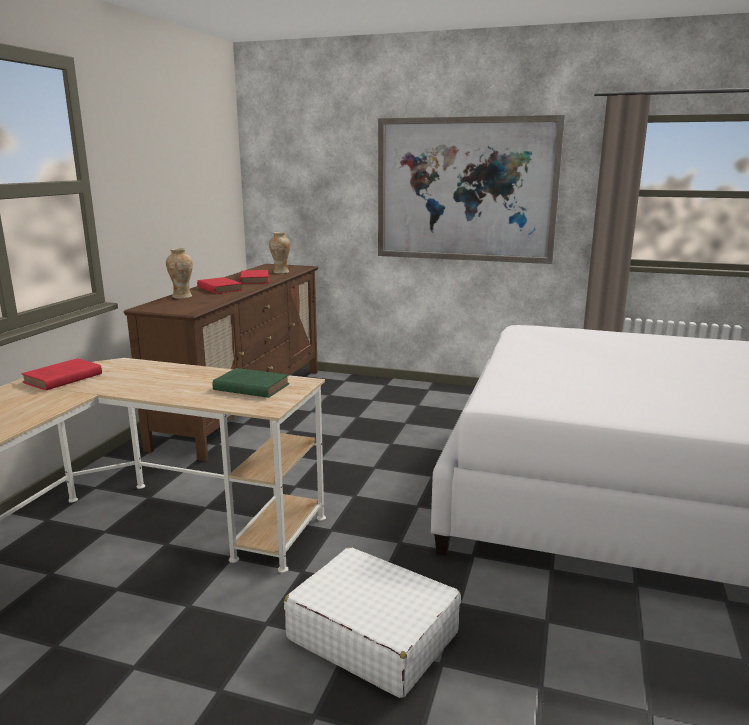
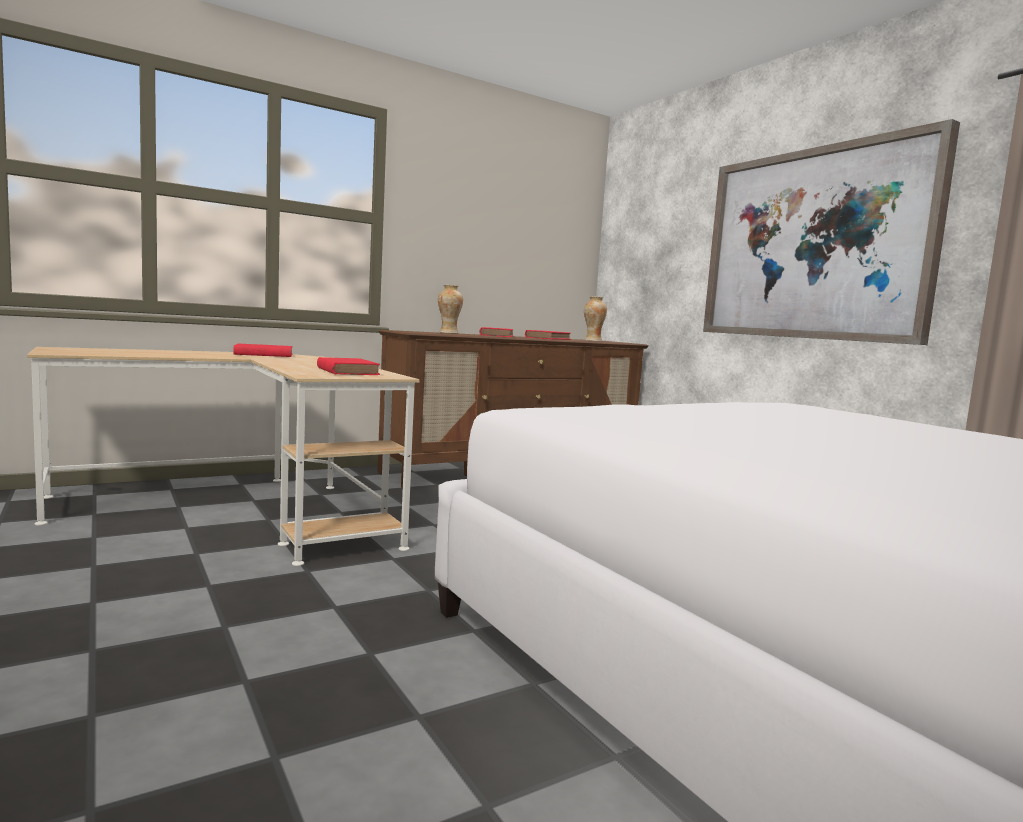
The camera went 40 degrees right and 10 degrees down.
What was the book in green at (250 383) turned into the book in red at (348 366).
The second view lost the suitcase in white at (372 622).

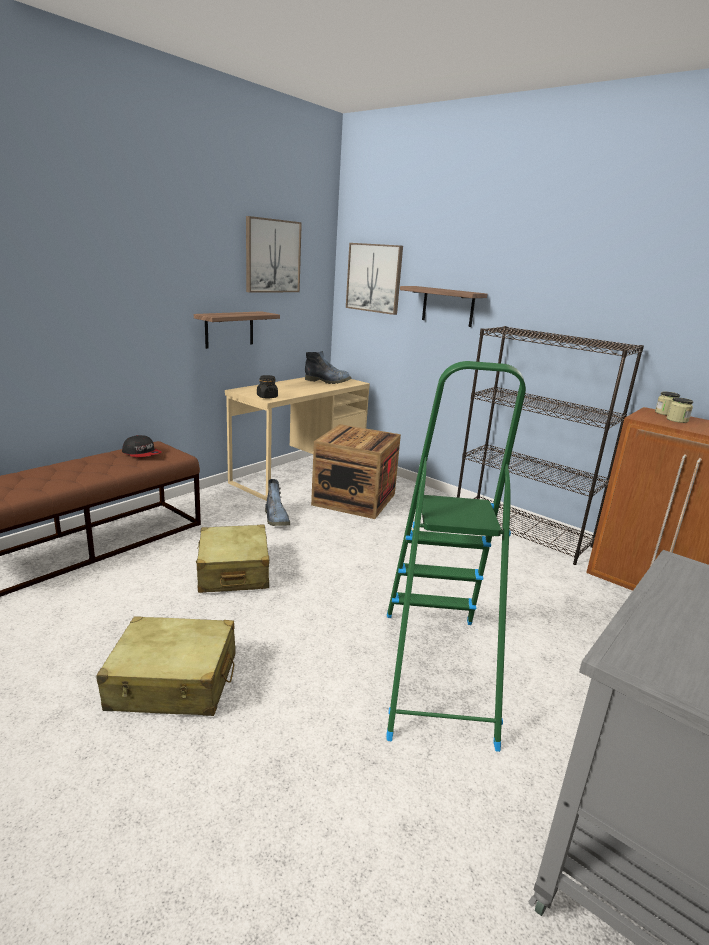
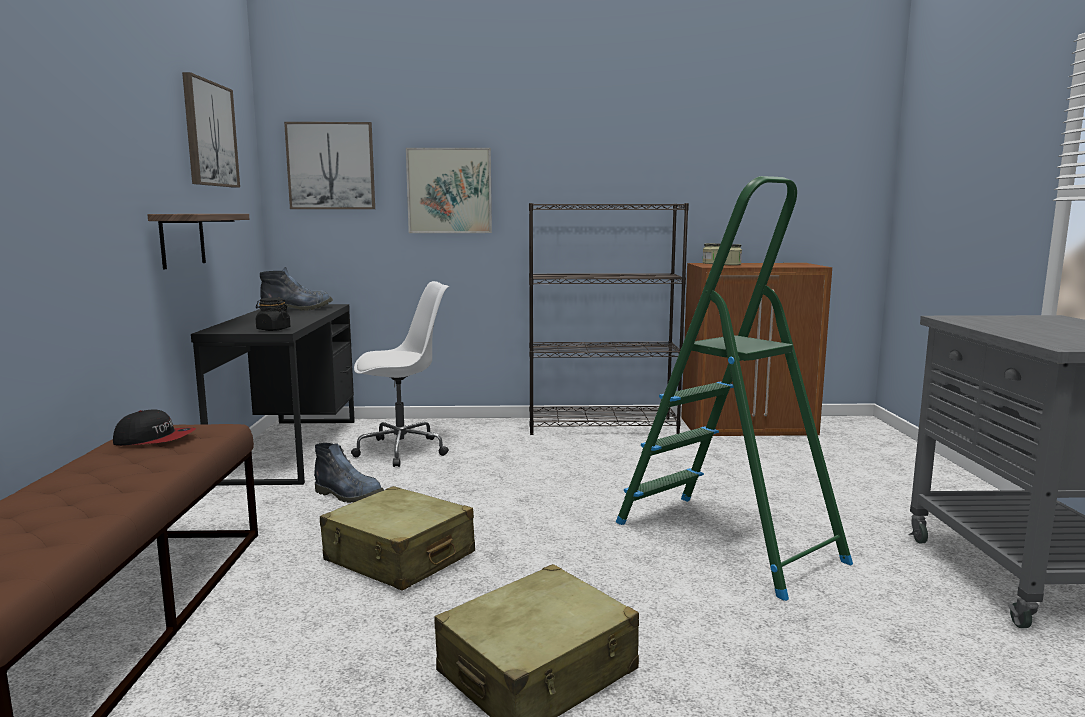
The camera went 40 degrees left and 10 degrees down.
Where the shelf hung at (443 306), the picture came to hang at (449 190).
What was the desk in beige at (297 439) turned into the desk in black at (273 394).
Where the crate stood at (356 471), the office chair in white came to stand at (400 374).

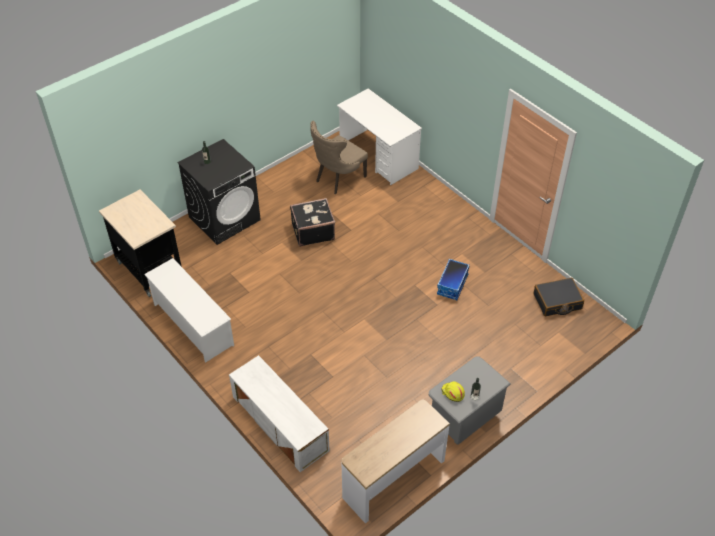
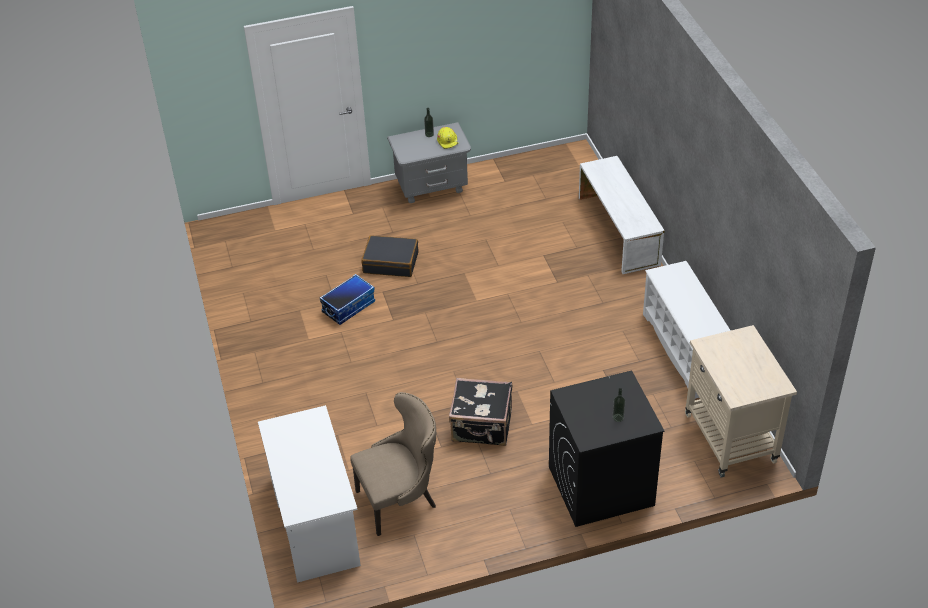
The camera went 155 degrees left and 5 degrees down.
What was the cart in black at (140 243) turned into the cart in beige at (741 401).
The suitcase in black ended up elsewhere, having gone from (558 297) to (389 256).
The second view lost the console table at (395 462).

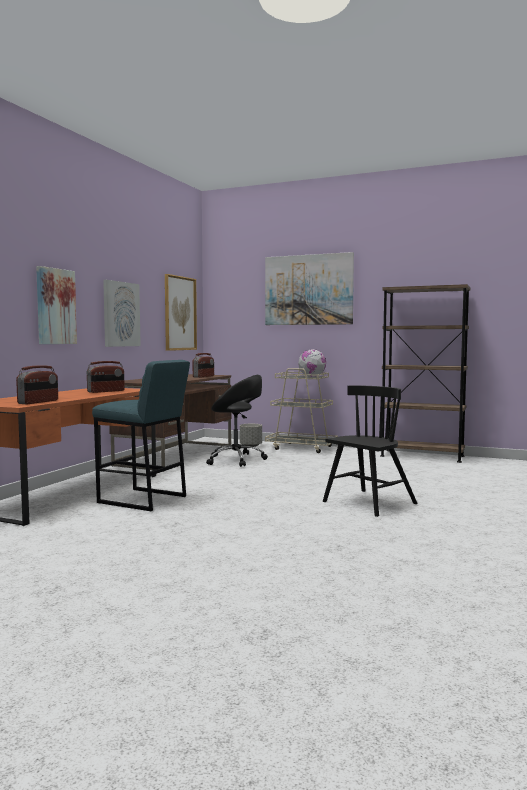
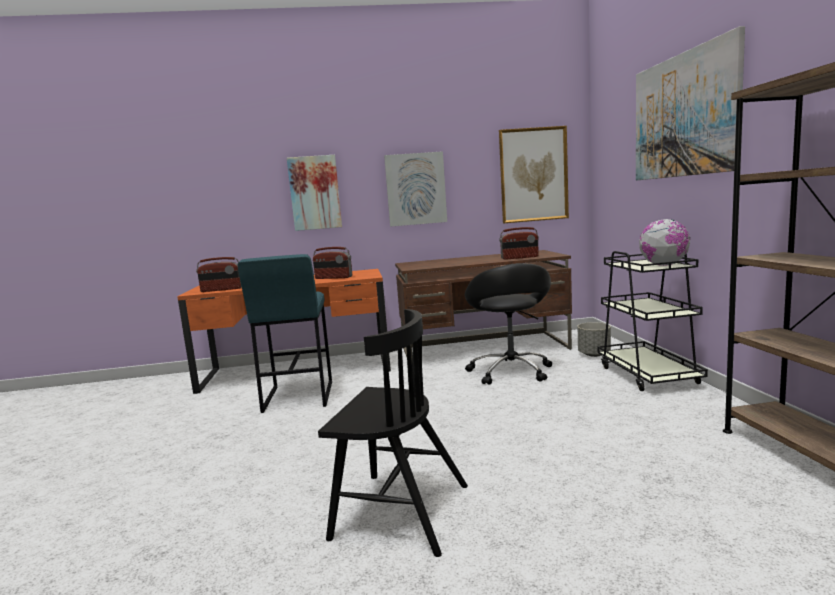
The camera went 60 degrees right and 5 degrees up.
What was the cart in beige at (301 410) turned into the cart in black at (652 321).

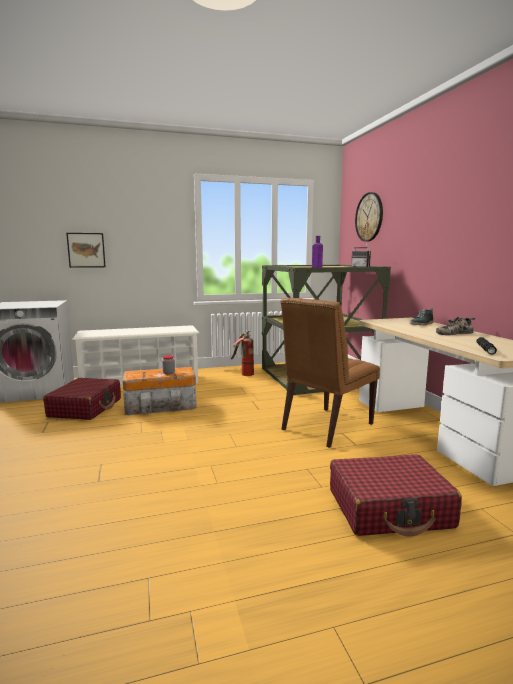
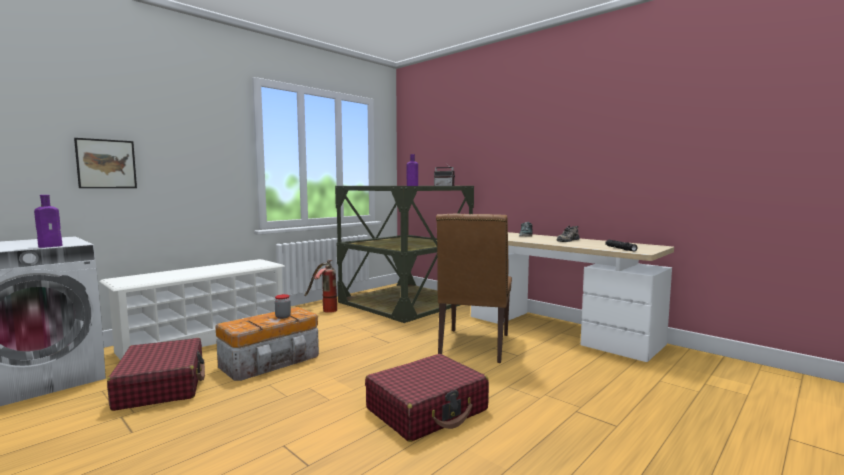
The camera went 30 degrees left and 5 degrees down.
The second view lost the wall clock at (369 217).
The suitcase in red ended up elsewhere, having gone from (396 495) to (427 398).
The second view gained the bottle in purple at (48 221).

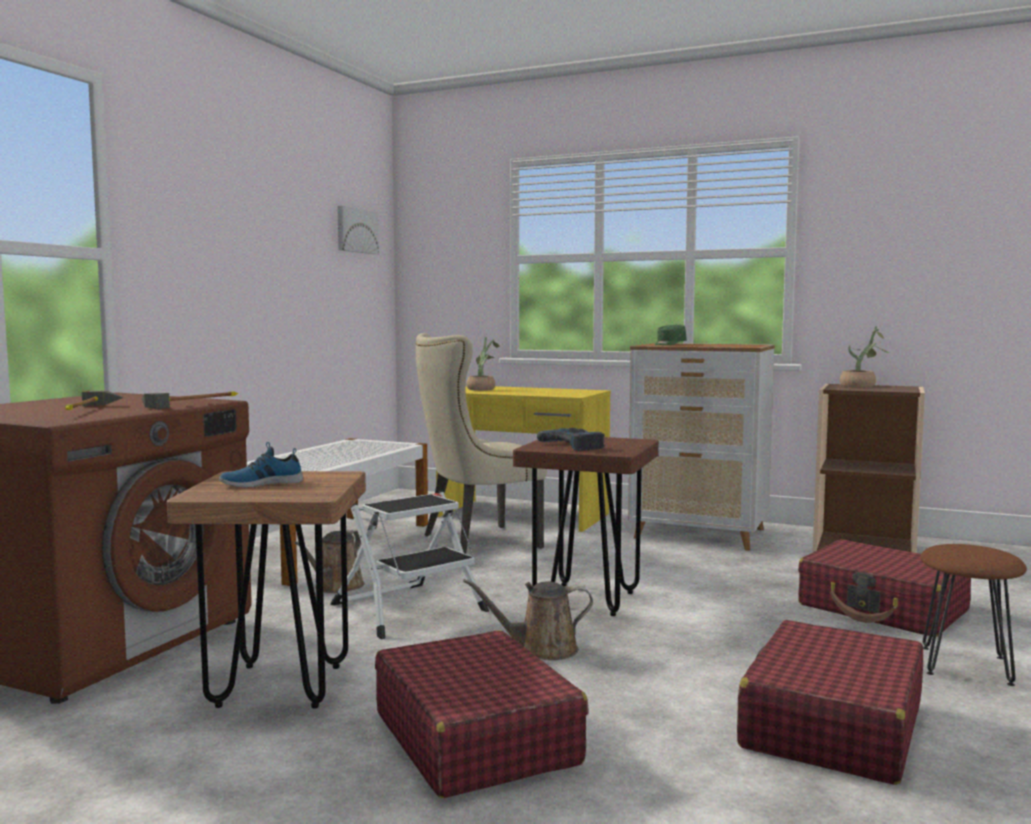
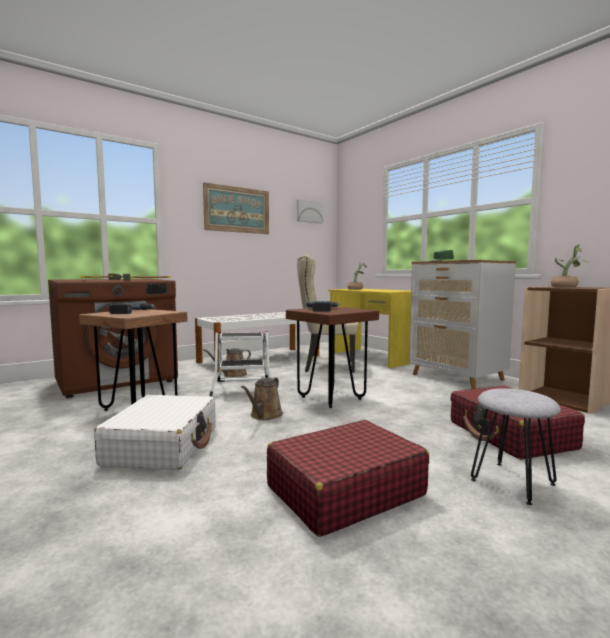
The camera went 30 degrees right and 0 degrees up.
Where the shoe stood at (261 464), the power drill came to stand at (132 308).
What was the stool in brown at (973 615) turned into the stool in grey at (516 446).
The watering can in brown at (528 619) ended up facing another way, 90 degrees counterclockwise from before.
What was the suitcase in red at (482 714) turned into the suitcase in white at (155 432).
The second view gained the picture at (236 208).

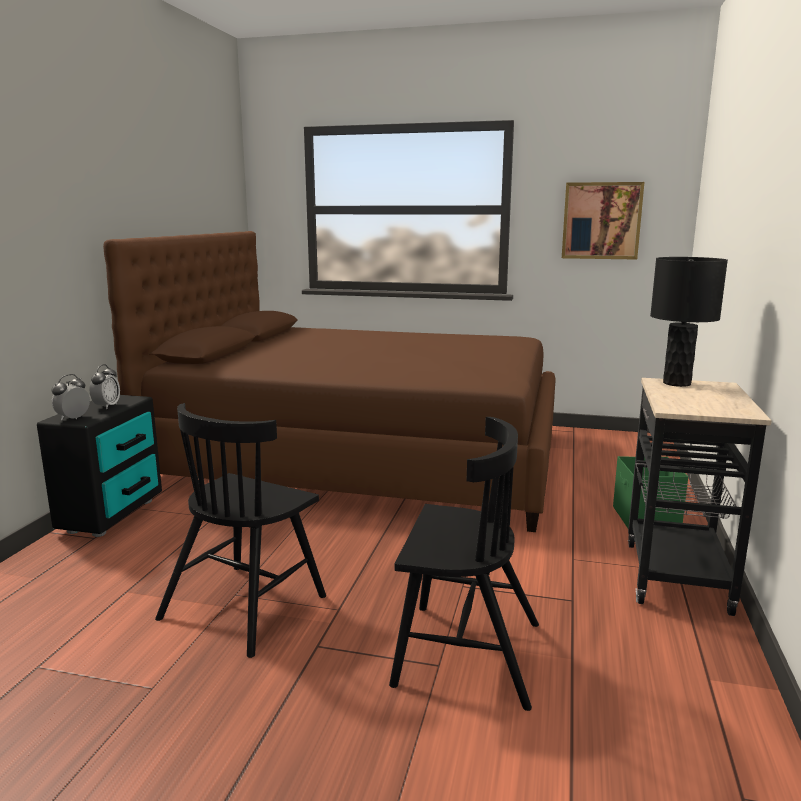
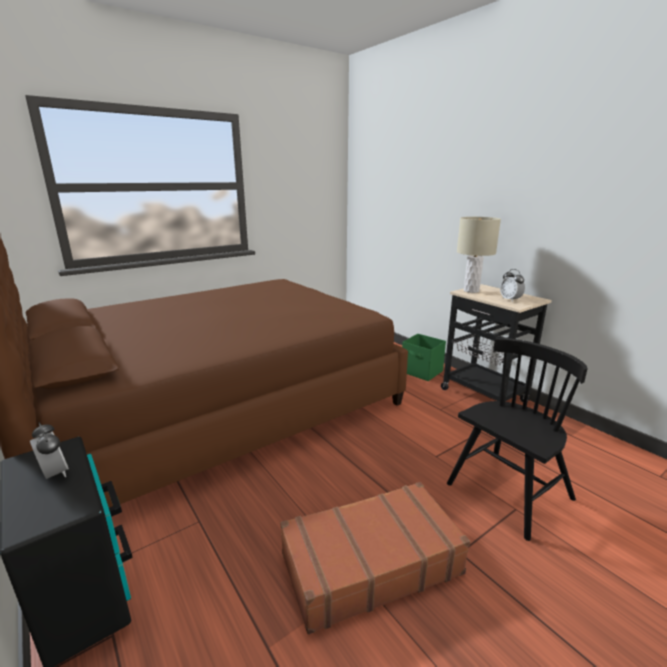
The camera went 50 degrees left and 5 degrees up.
The second view lost the picture at (603 221).
What was the table lamp in black at (689 322) turned into the table lamp in beige at (479 255).
The alarm clock ended up elsewhere, having gone from (70 397) to (512 285).
Where the chair in black stood at (240 530), the suitcase in brown came to stand at (375 558).

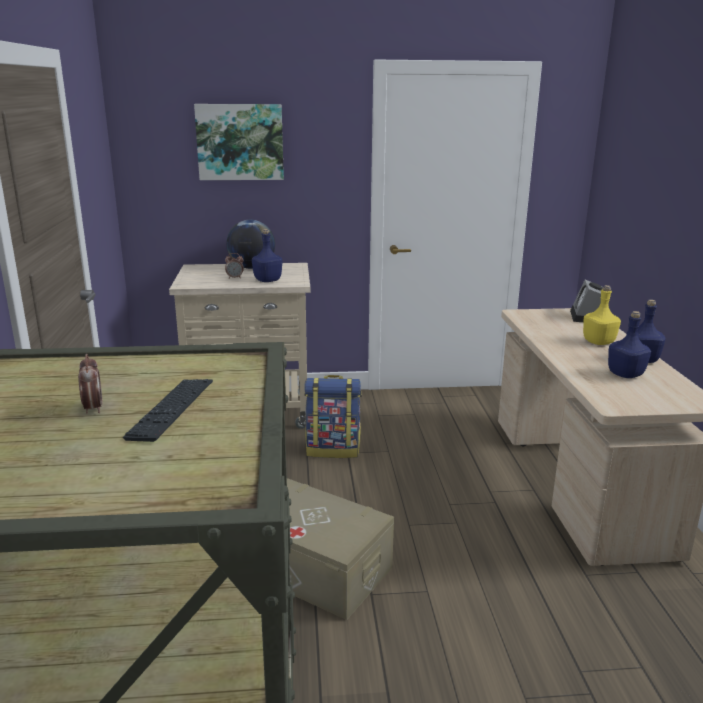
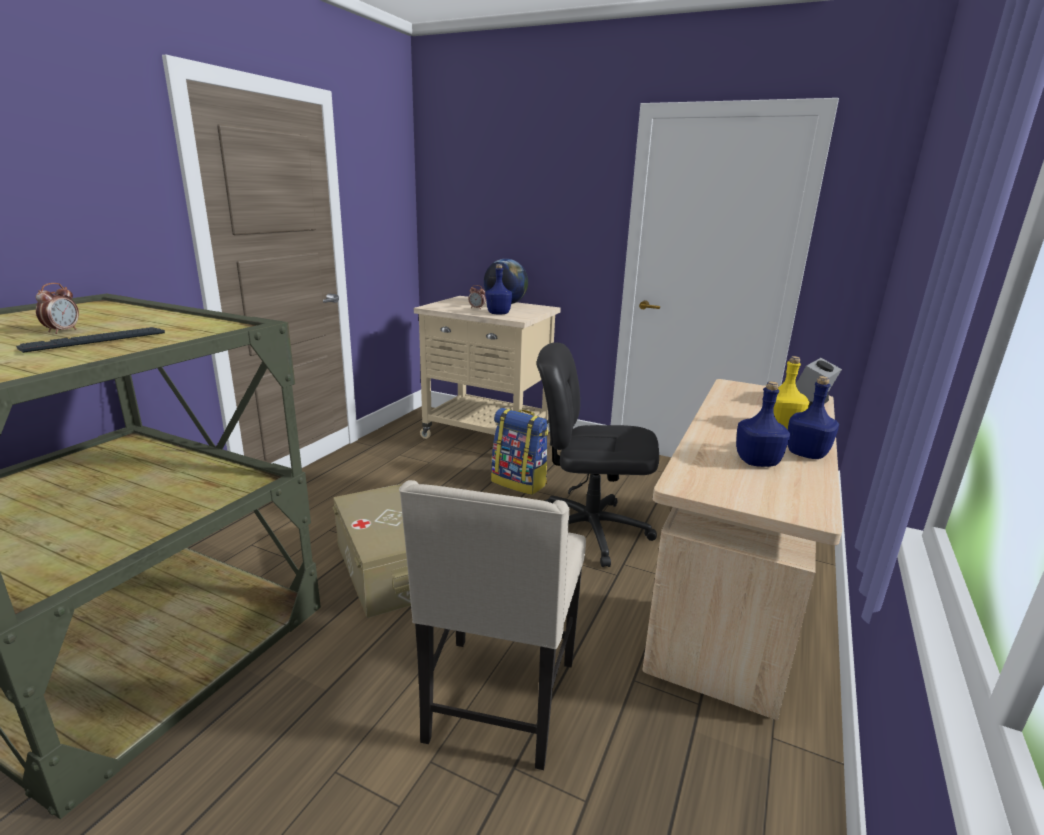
The camera went 30 degrees right and 0 degrees up.
The second view lost the picture at (239 142).
The second view gained the office chair in black at (598 455).
The second view gained the chair in beige at (492 625).

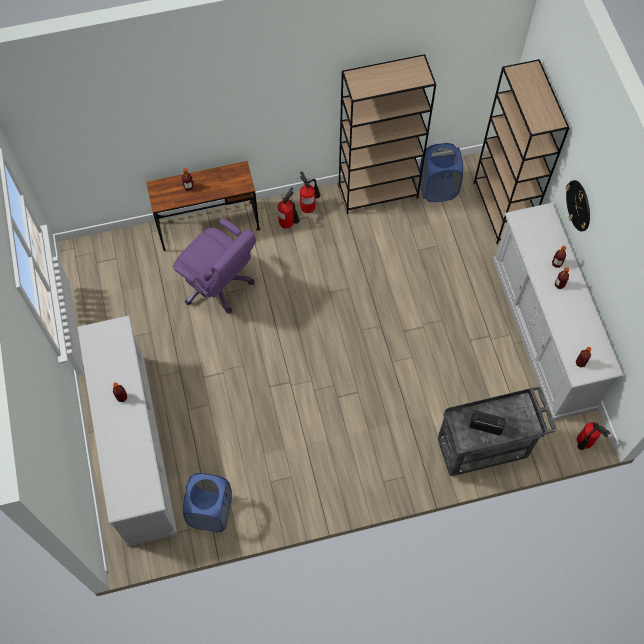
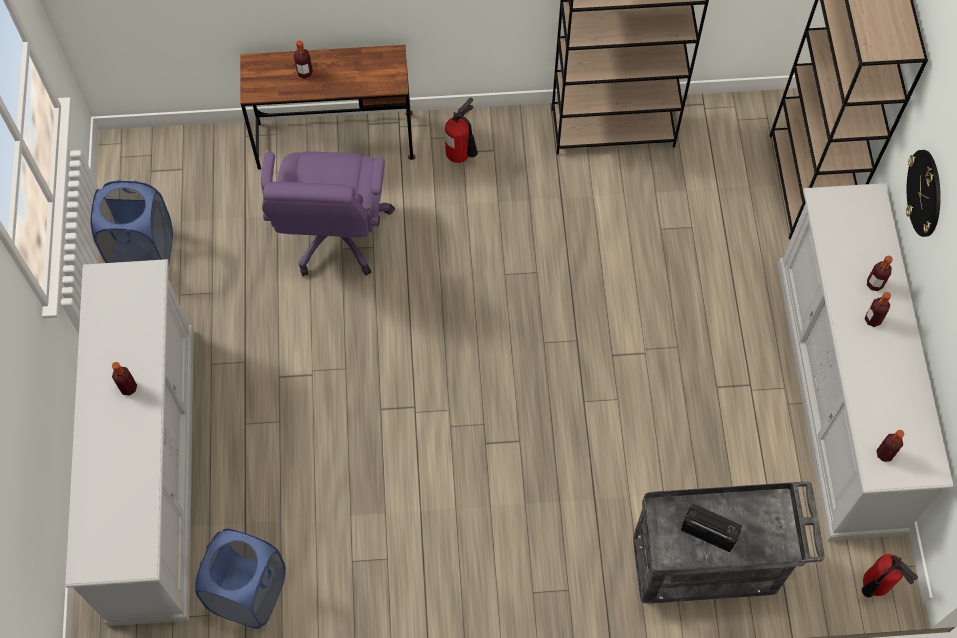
The camera went 10 degrees right and 0 degrees up.
The laundry basket in blue ended up elsewhere, having gone from (441 172) to (132 223).
The second view lost the fire extinguisher at (310 192).
The office chair in purple at (214 266) ended up facing another way, 45 degrees clockwise from before.

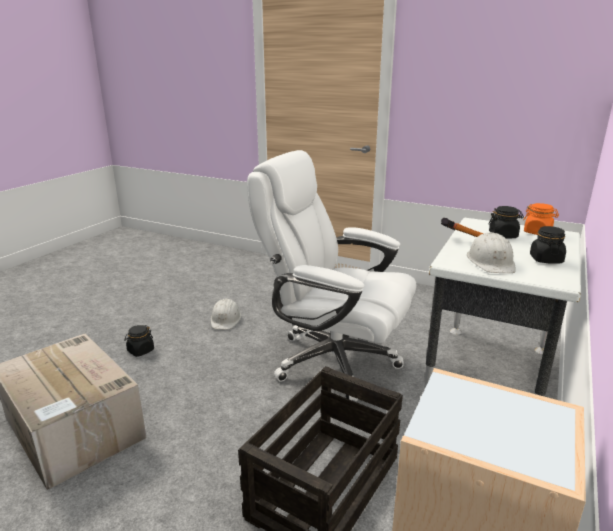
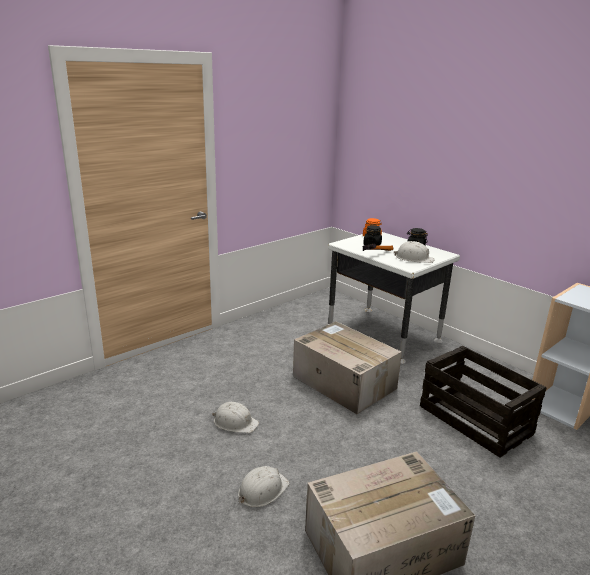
The camera went 70 degrees left and 0 degrees up.
Where the office chair in white stood at (331 275), the cardboard box came to stand at (347 367).
Where the jar in black stood at (139 341), the hard hat in white came to stand at (264 486).

